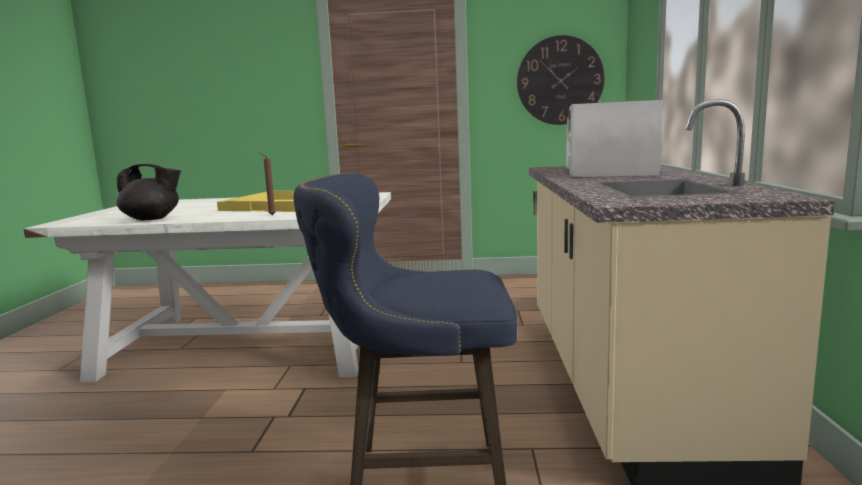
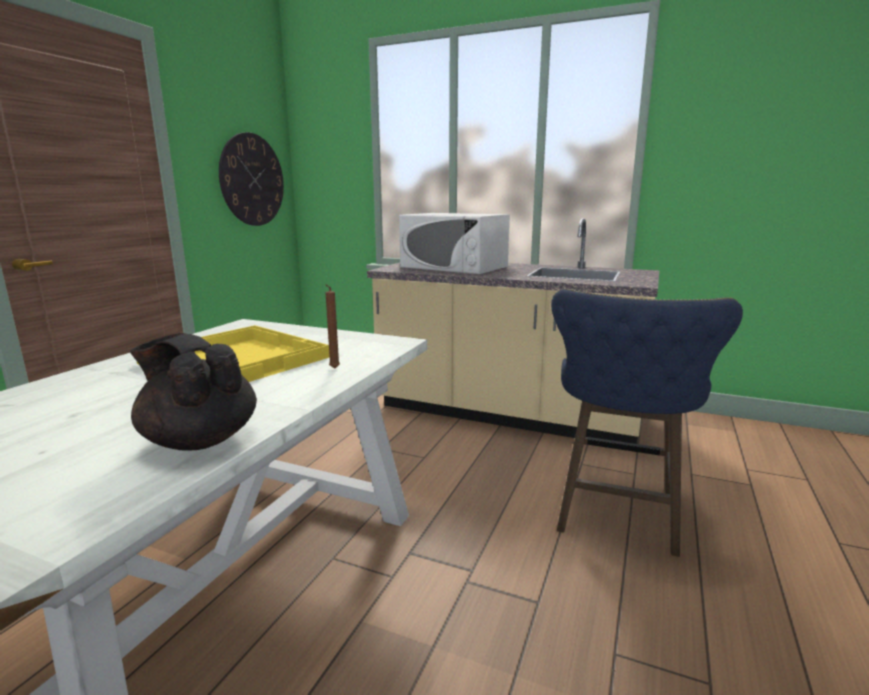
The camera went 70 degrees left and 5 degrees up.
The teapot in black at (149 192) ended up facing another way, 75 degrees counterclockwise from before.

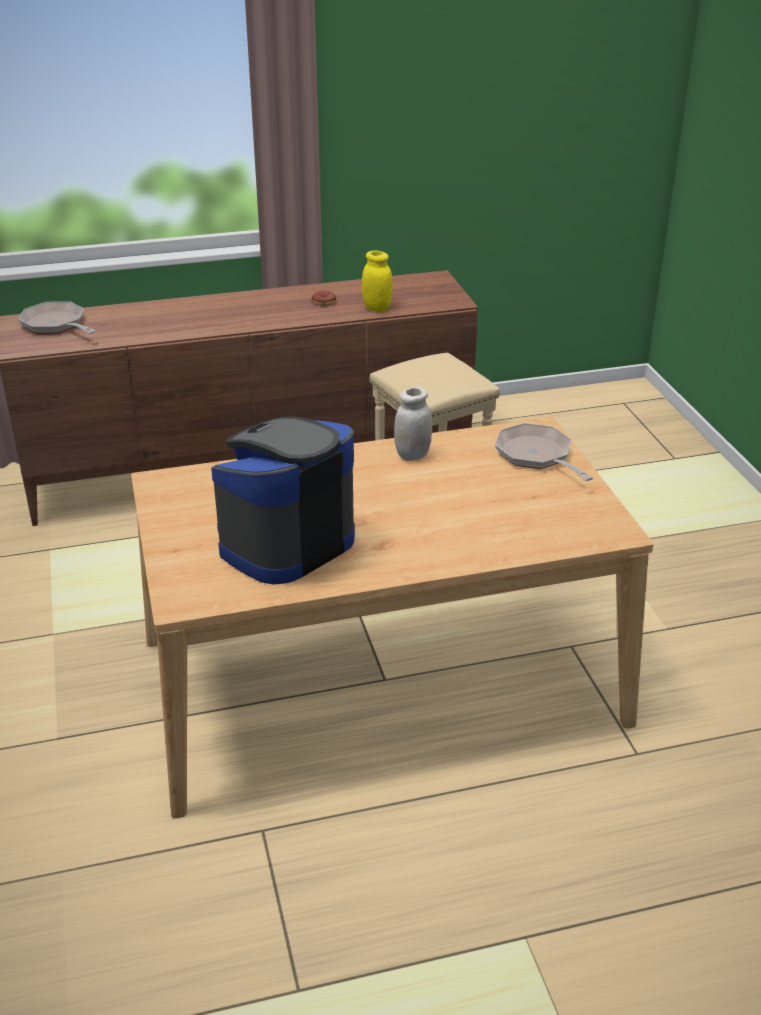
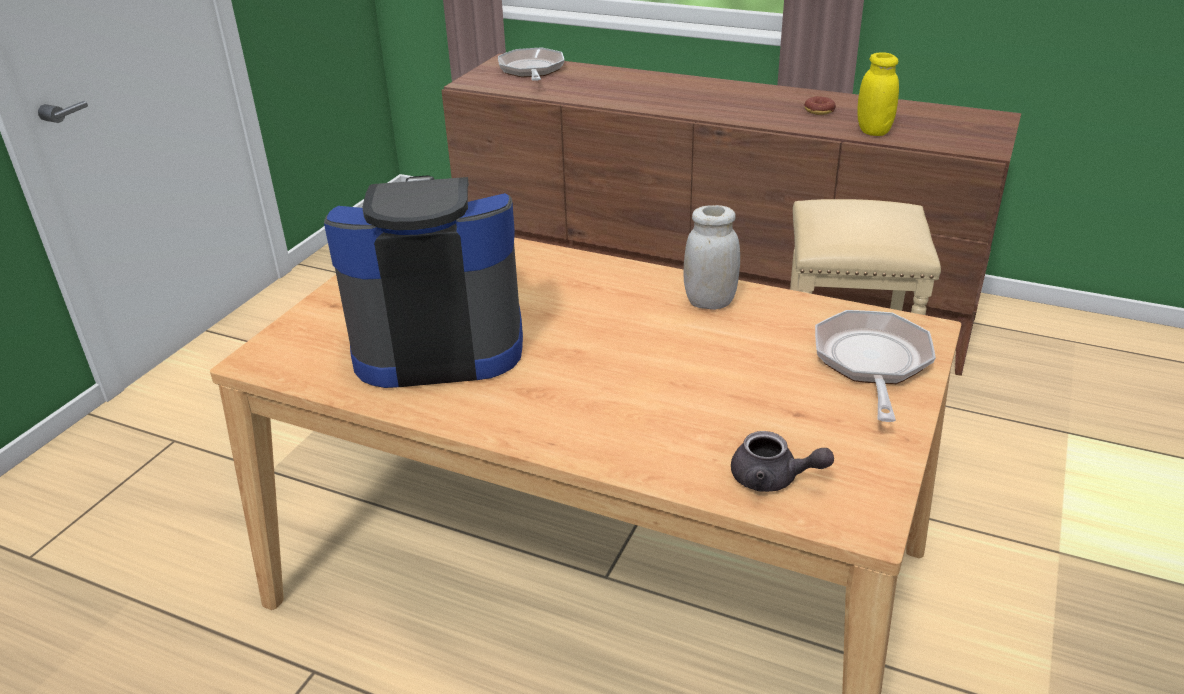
The camera went 40 degrees right and 0 degrees up.
The second view gained the teapot in grey at (782 461).

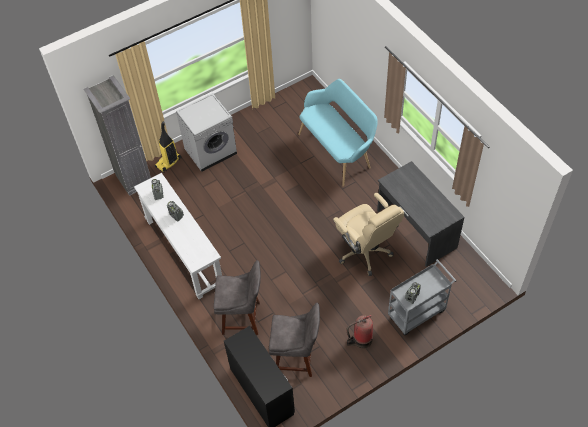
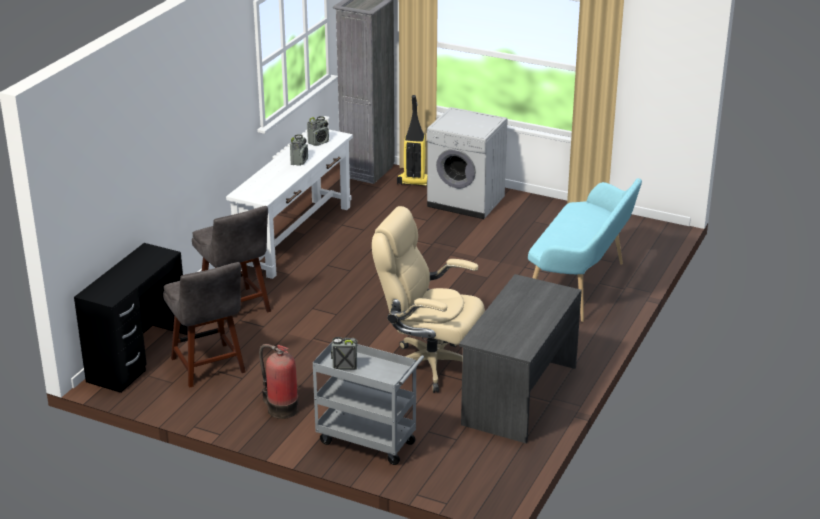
The camera went 55 degrees right and 25 degrees down.
The office chair in beige at (368 234) ended up facing another way, 90 degrees clockwise from before.

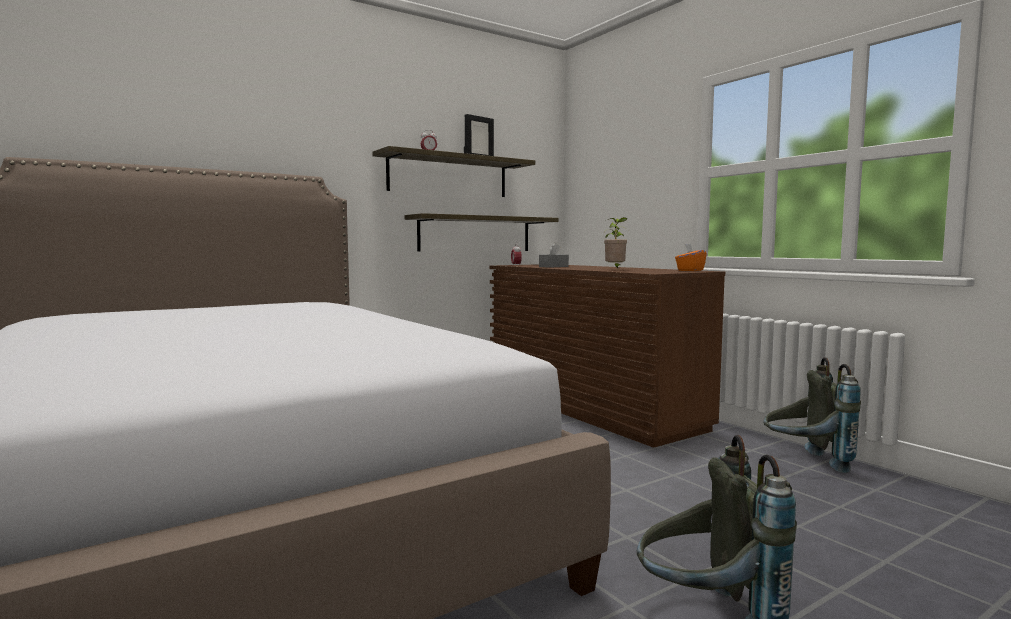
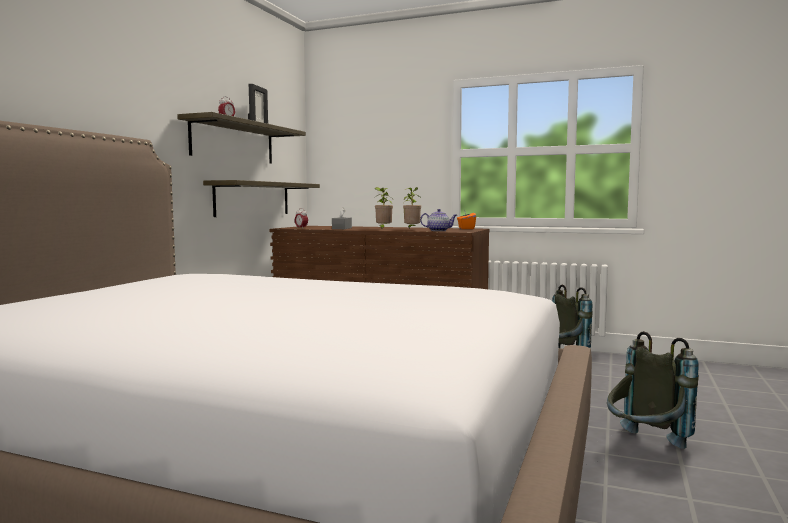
The camera went 35 degrees left and 0 degrees up.
The second view gained the potted plant at (384 208).
The second view gained the teapot at (438 220).

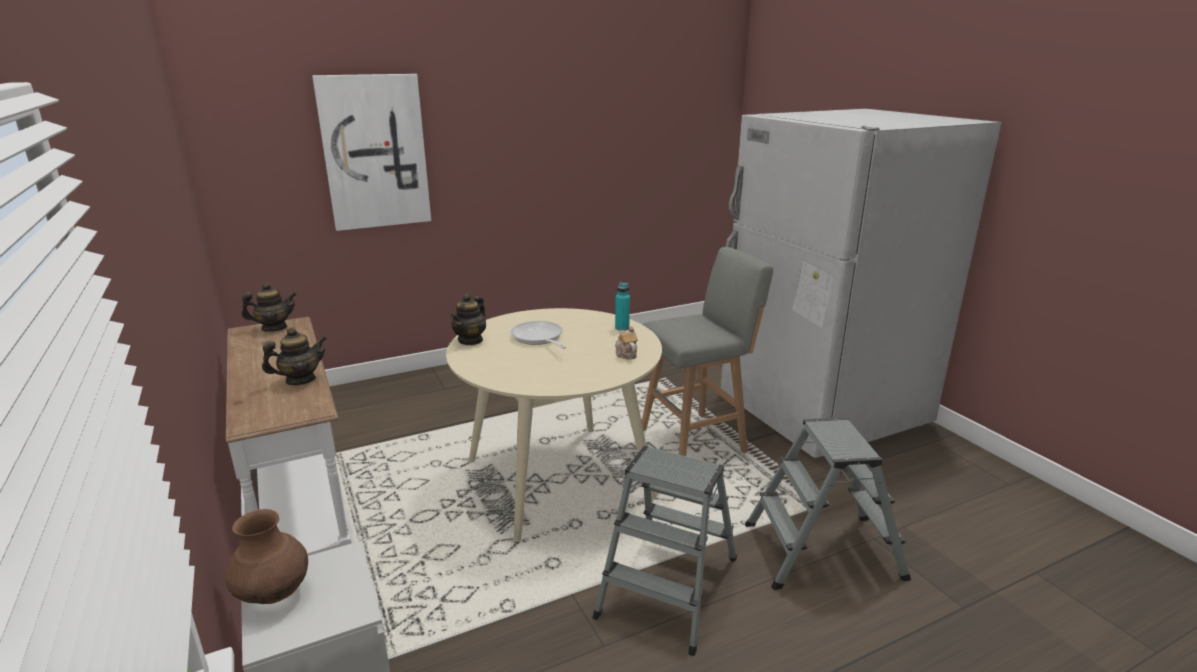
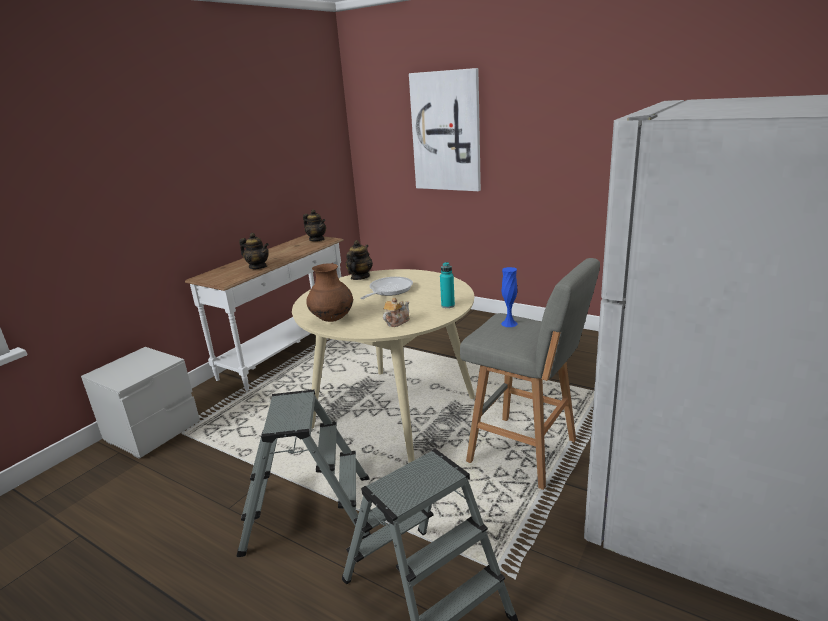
The camera went 60 degrees right and 0 degrees up.
The teapot at (468 319) ended up facing another way, 120 degrees clockwise from before.
The vase in brown ended up elsewhere, having gone from (266 556) to (329 292).
The second view gained the vase in blue at (509 297).

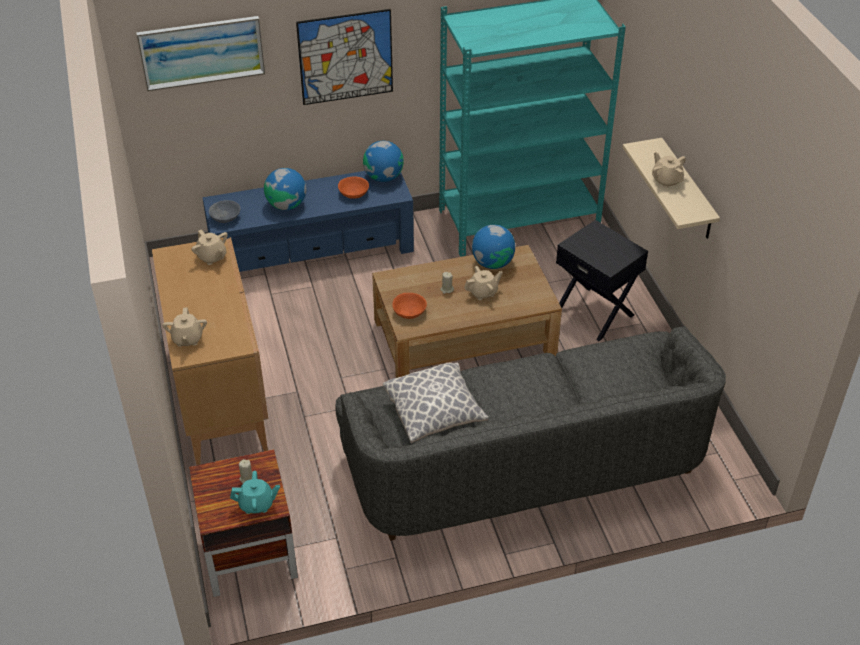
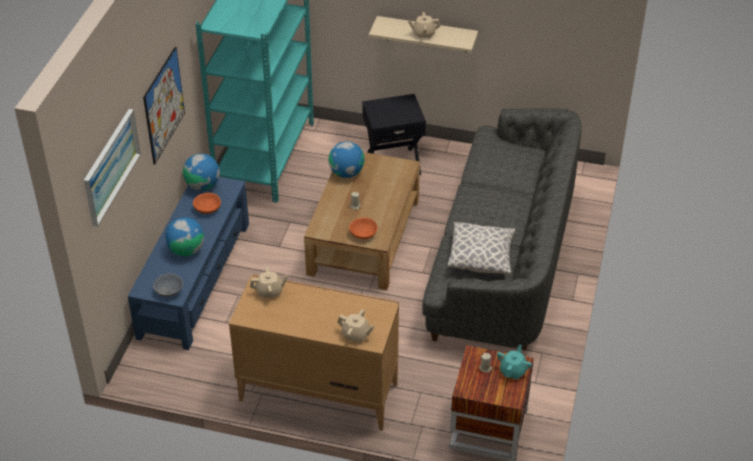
The camera went 60 degrees left and 0 degrees up.
The second view lost the teapot in beige at (483 283).

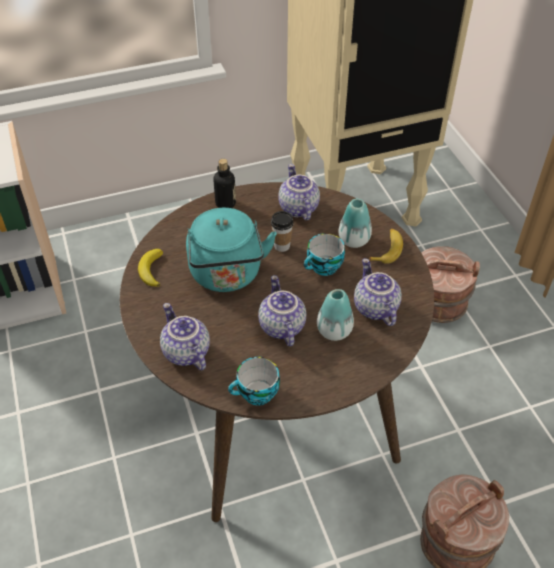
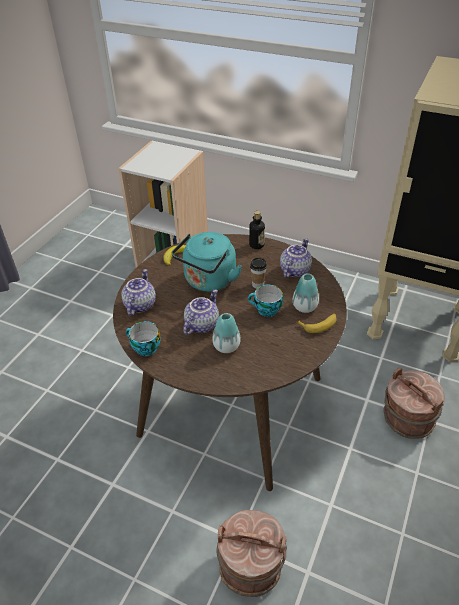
The camera went 45 degrees right and 5 degrees down.
The second view lost the teapot at (378 292).

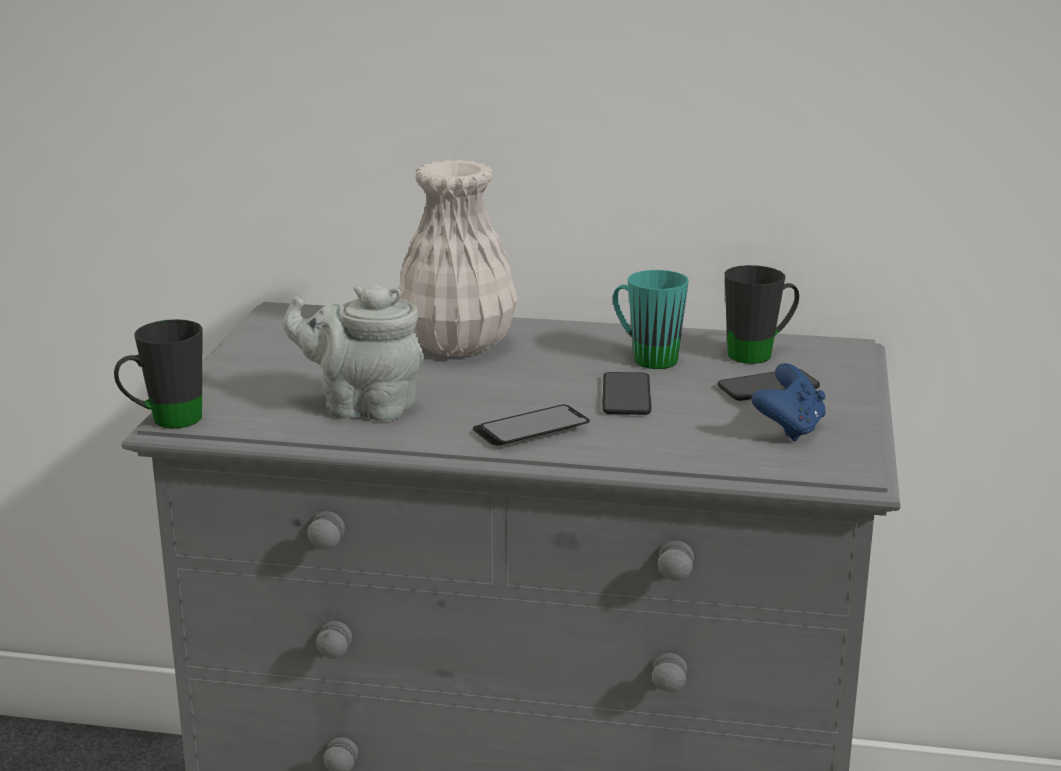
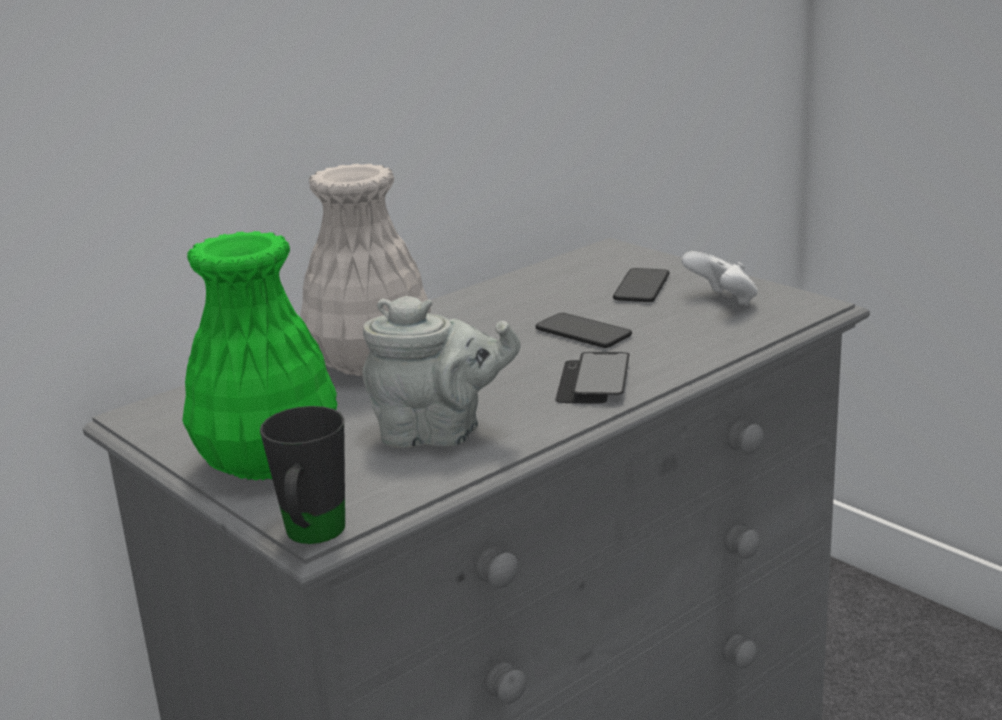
The camera went 50 degrees left and 0 degrees up.
The second view lost the mug in black at (762 314).
The second view lost the mug in turquoise at (651 319).
The teapot in grey at (353 353) ended up facing another way, 135 degrees counterclockwise from before.
What was the game controller in blue at (788 402) turned into the game controller in white at (719 278).
The second view gained the vase in green at (259 355).

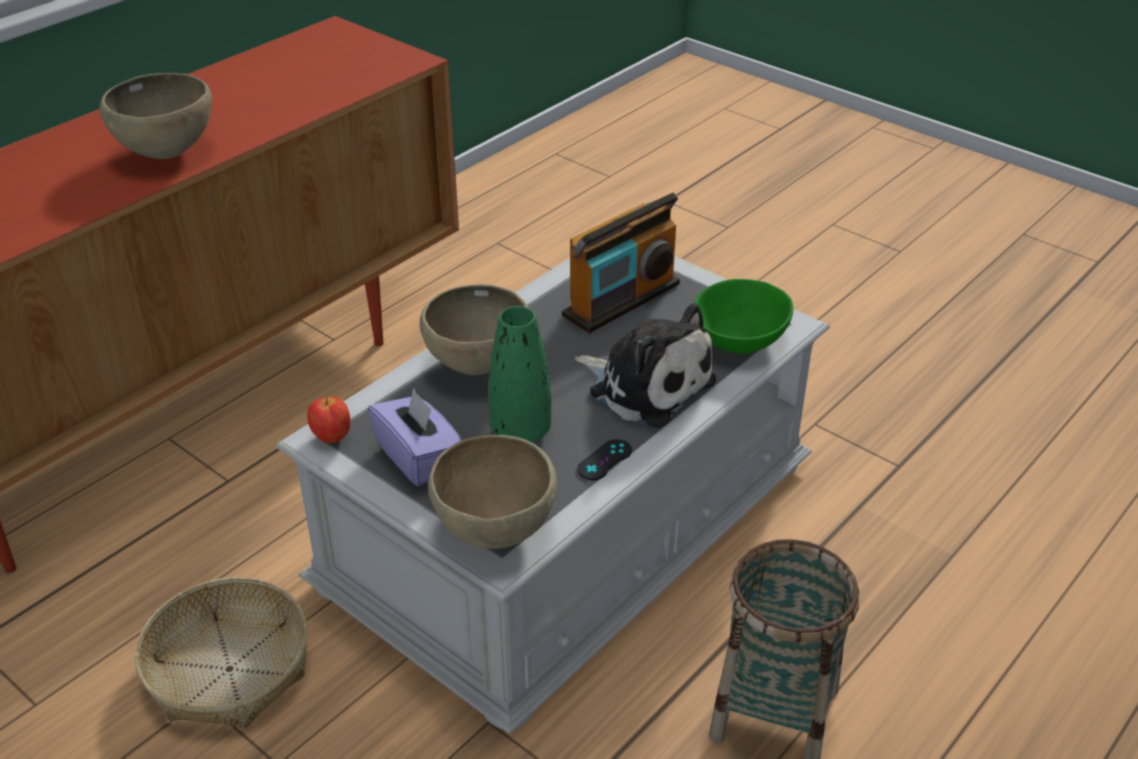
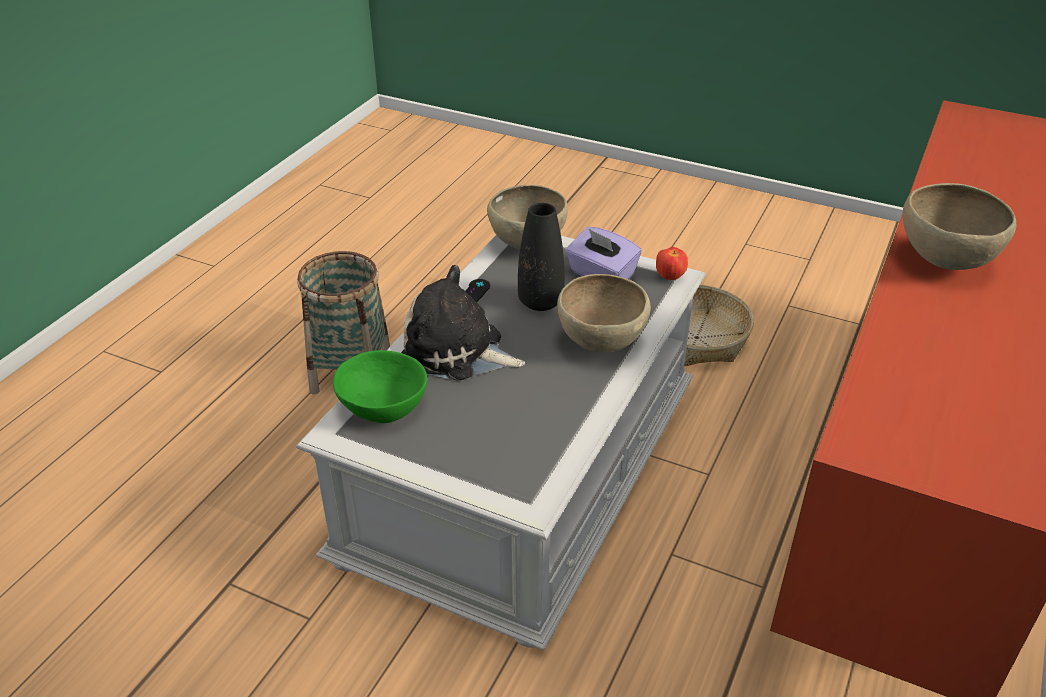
The camera went 165 degrees right and 0 degrees up.
The second view lost the radio at (621 263).
What was the vase in green at (520 374) turned into the vase in black at (541 257).

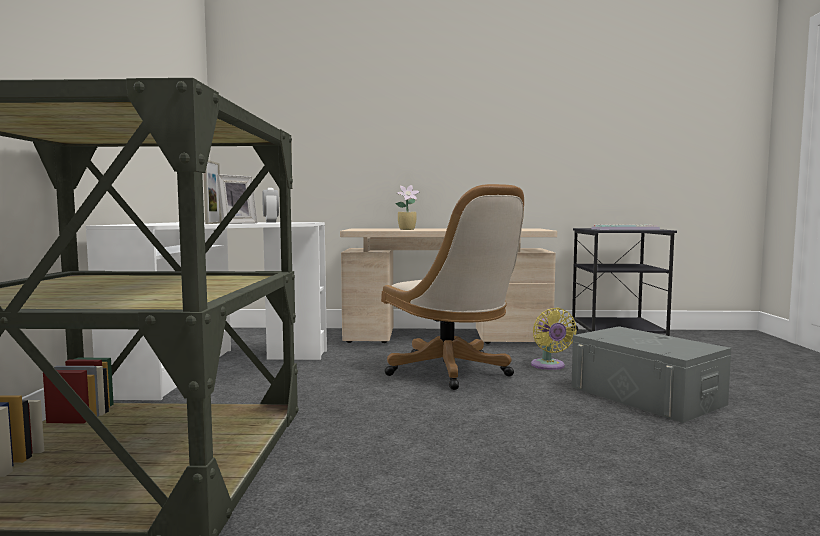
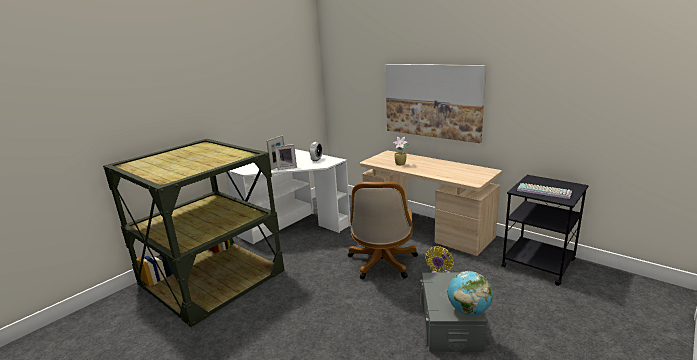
The camera went 40 degrees right and 15 degrees up.
The second view gained the picture at (435 103).
The second view gained the globe at (470 293).

